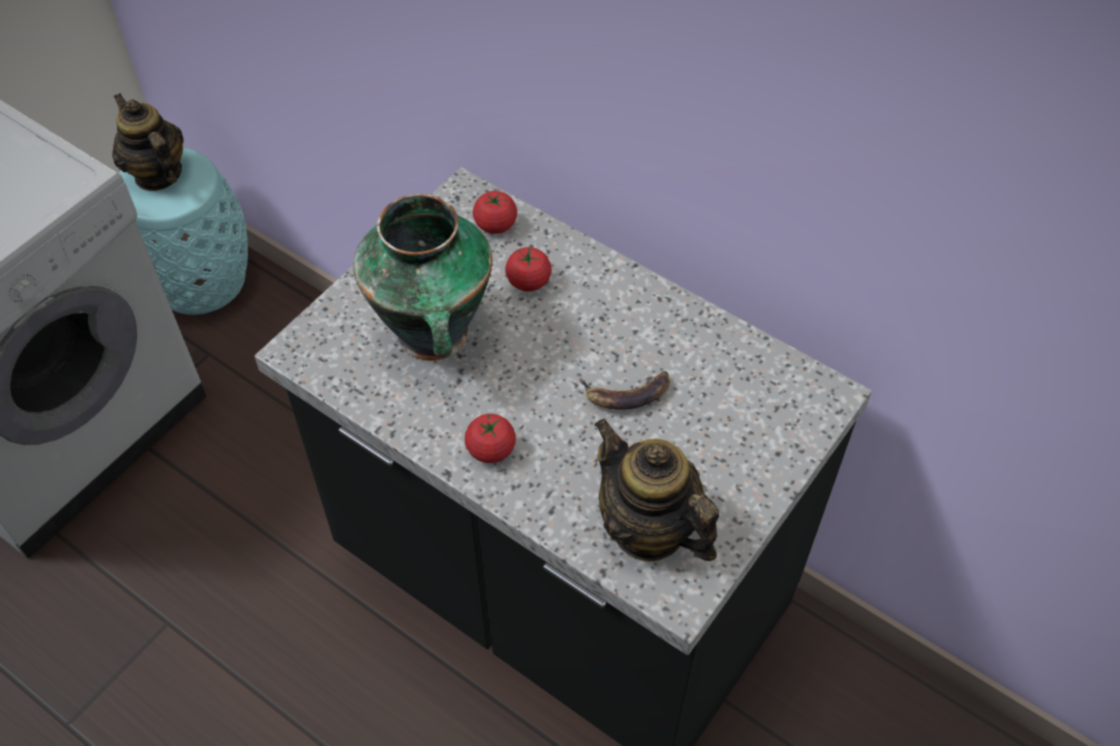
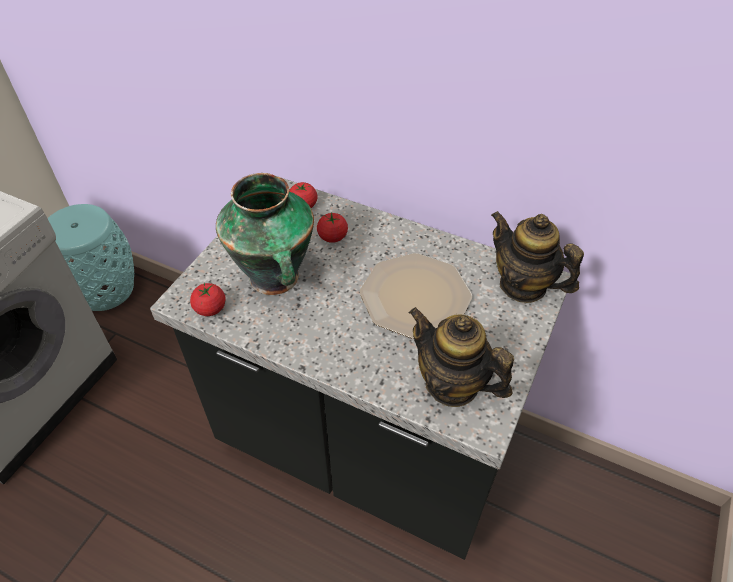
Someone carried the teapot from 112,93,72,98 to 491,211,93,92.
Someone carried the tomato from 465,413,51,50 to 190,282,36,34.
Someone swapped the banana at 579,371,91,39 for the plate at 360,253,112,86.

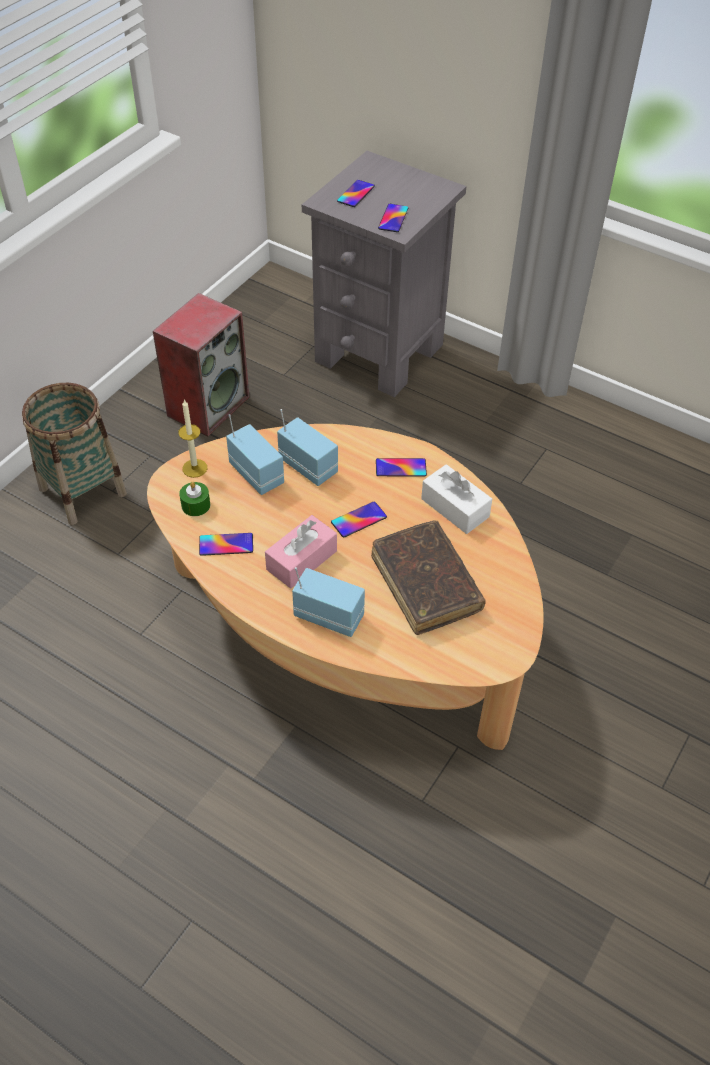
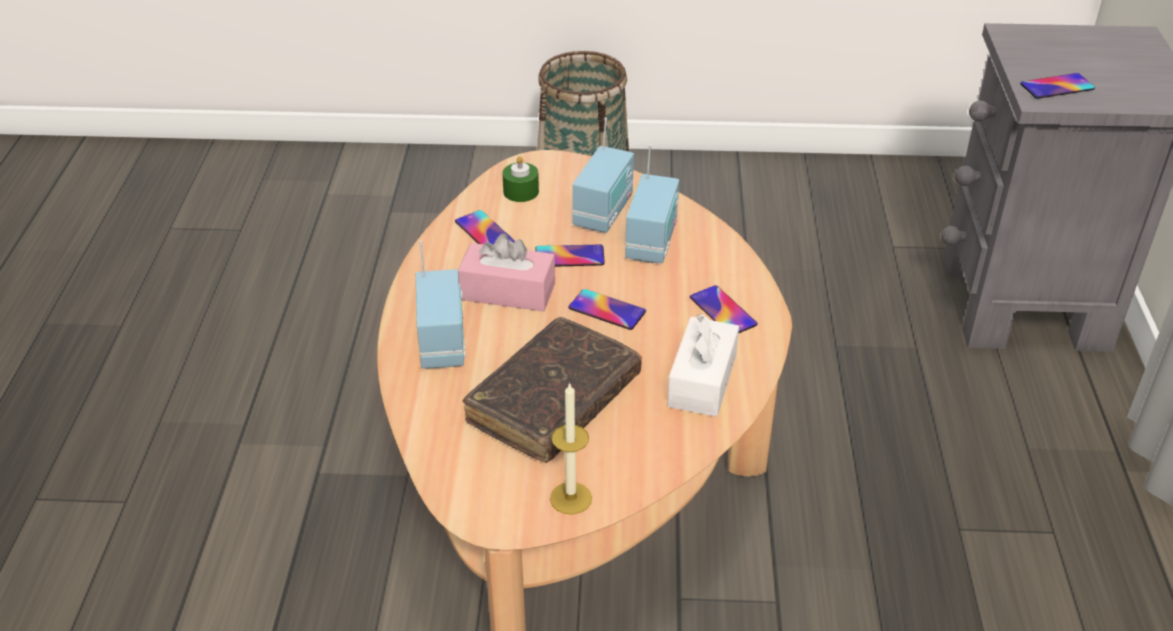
Someone took away the speaker at 153,293,97,143.
Someone carried the candle from 178,399,29,79 to 550,383,42,132.
Someone carried the phone from 337,180,38,27 to 535,245,70,21.

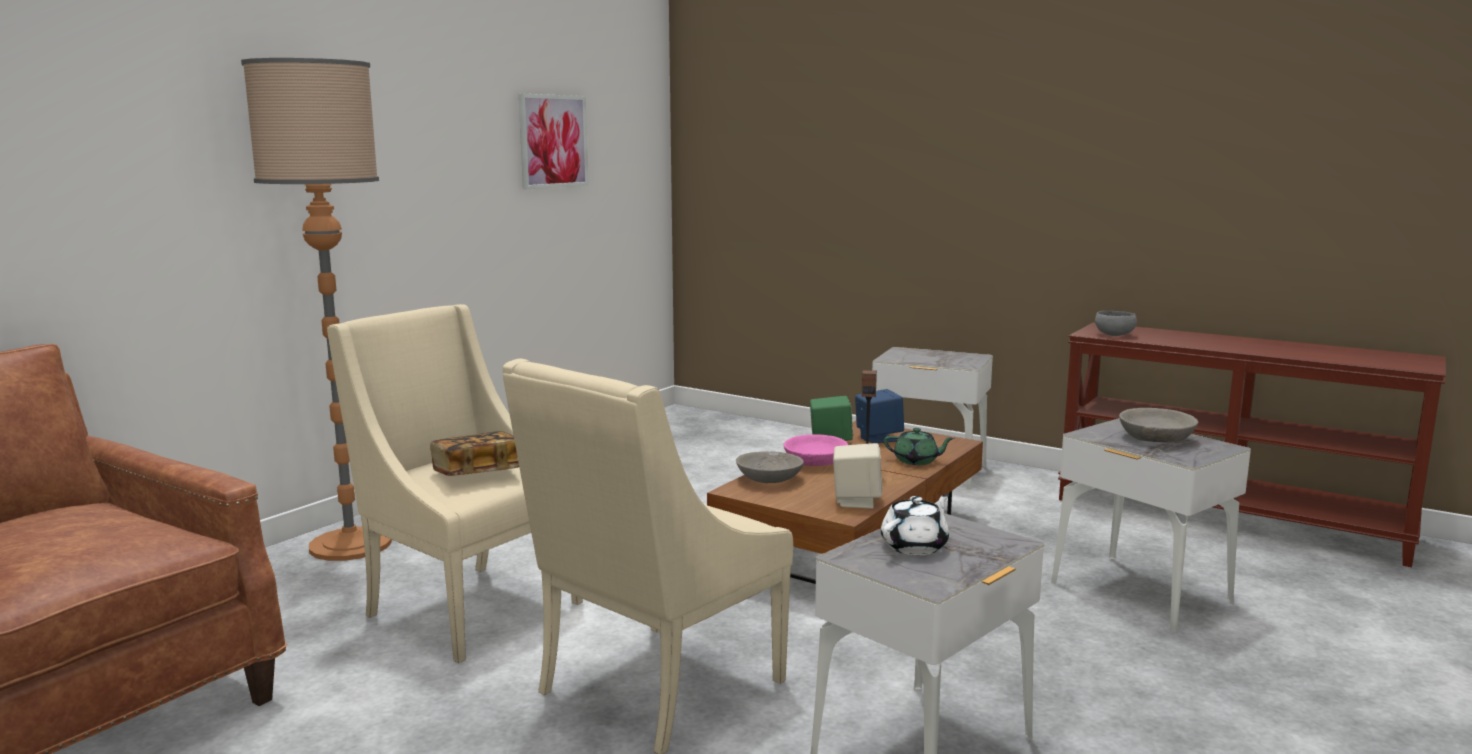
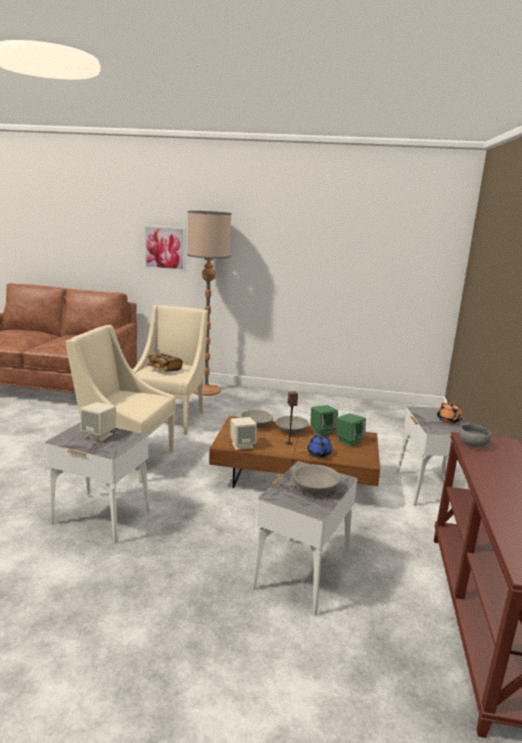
Someone put down the orange teapot at 437,402,25,22.
Someone carried the picture from 519,94,70,95 to 144,225,42,46.
Someone swapped the white teapot at 881,494,68,61 for the beige speaker at 80,402,36,39.
Someone repainted the pink bowl at 784,434,64,32, which became the grey bowl at 275,416,34,19.
Someone repainted the blue speaker at 855,389,49,54, which became the green speaker at 336,413,30,33.
Someone repainted the green teapot at 884,428,70,37, which became the blue teapot at 308,435,24,22.

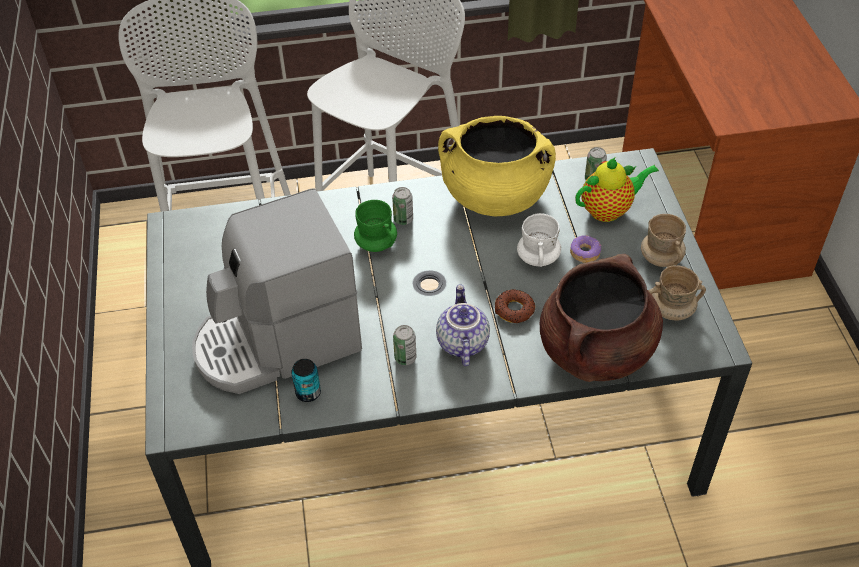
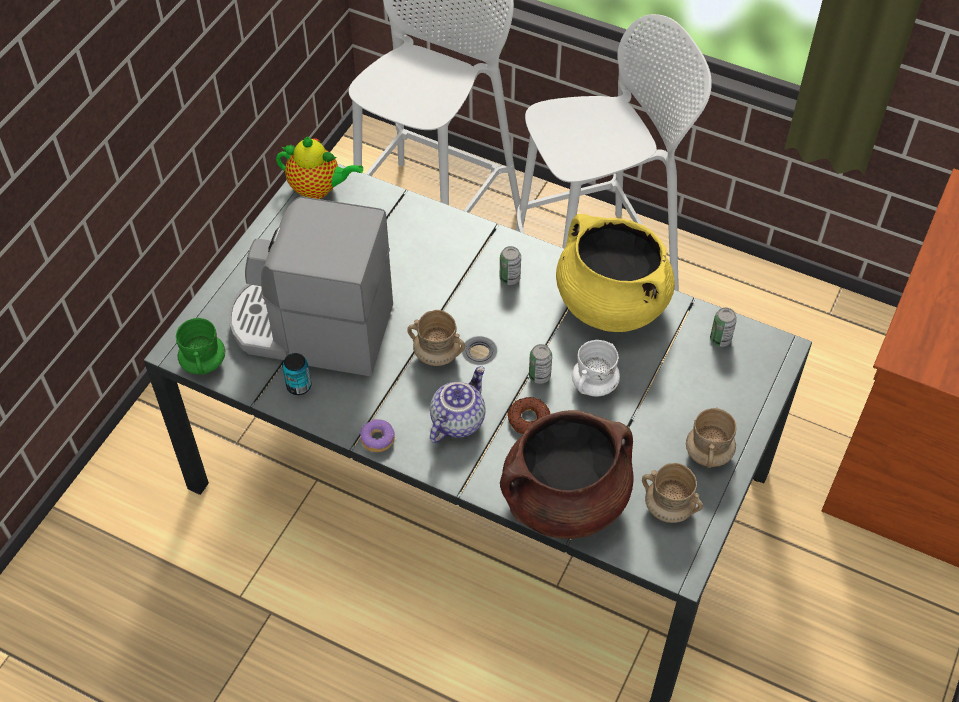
Someone put down the beige mug at 407,310,58,56.
Someone carried the green mug from 354,200,43,52 to 176,318,49,57.
Someone carried the can from 393,325,23,40 to 529,344,23,40.
Someone carried the donut from 570,235,31,28 to 360,419,35,33.
Someone carried the teapot from 575,158,84,64 to 276,137,87,62.

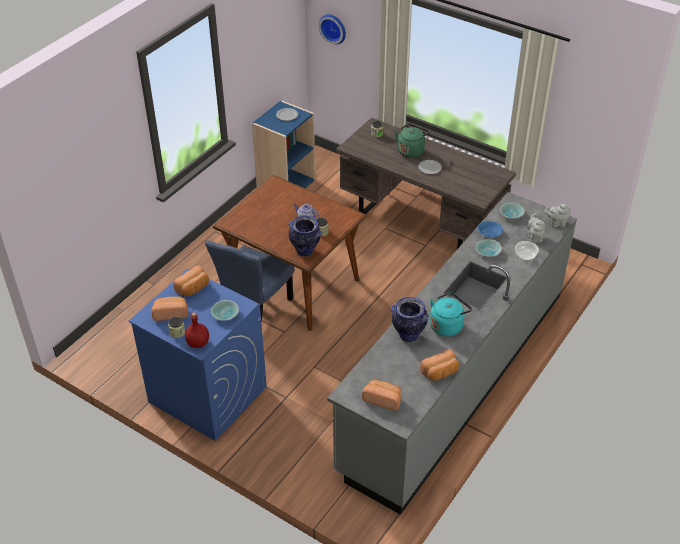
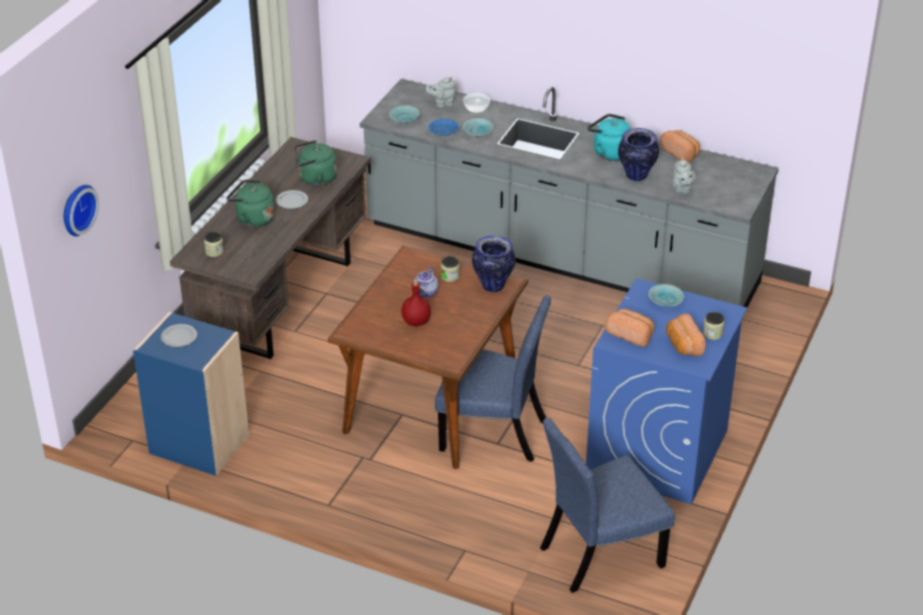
Someone took away the bread at 362,380,40,31.
Someone put down the green kettle at 295,140,42,46.
Someone put down the blue chair at 540,418,135,175.
Someone carried the red bottle from 185,313,24,35 to 401,279,30,47.
Someone carried the grey teapot from 544,204,27,23 to 673,158,23,36.

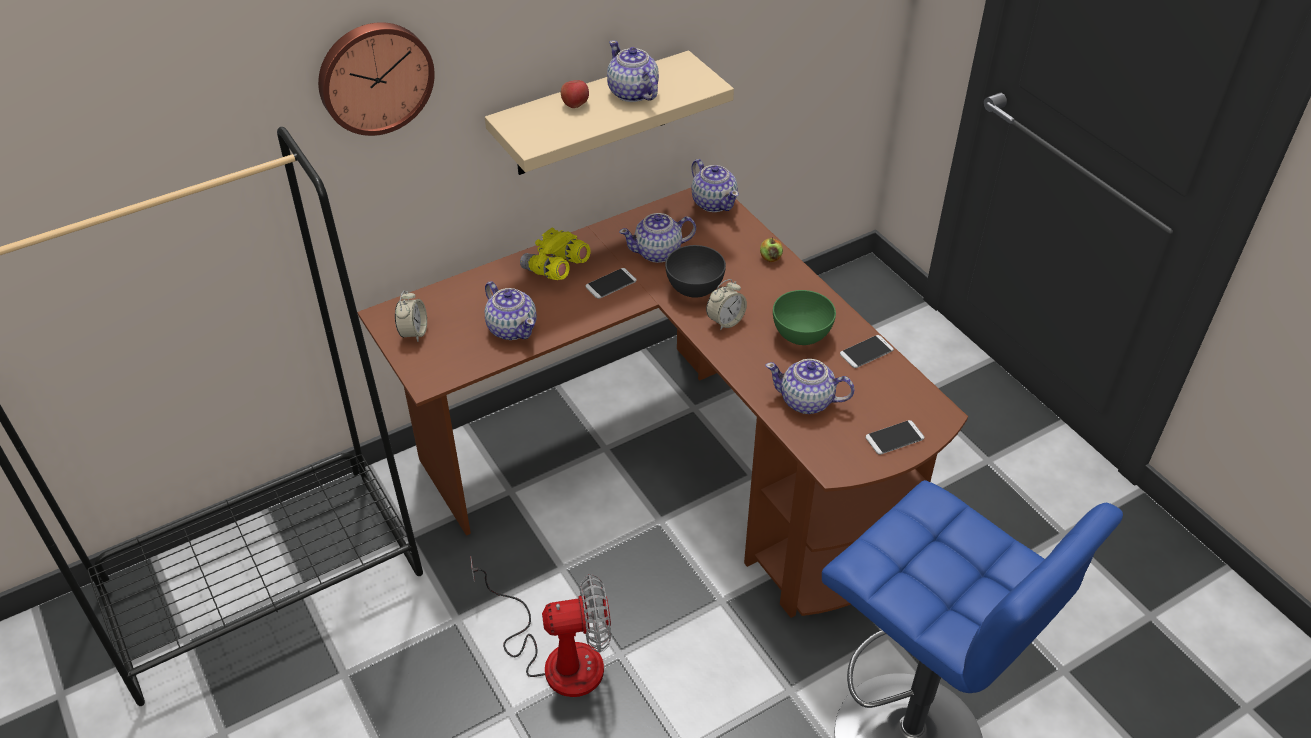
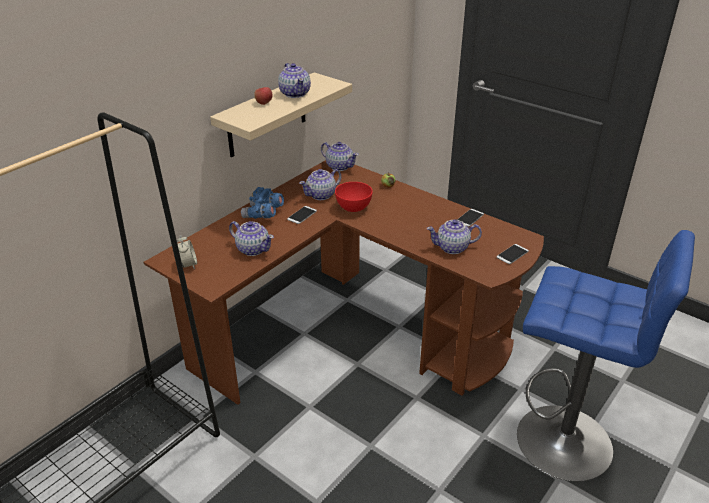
Someone took away the wall clock at 318,22,117,114.
Someone took away the fan at 470,556,141,141.
Someone took away the alarm clock at 706,279,41,52.
Someone took away the green bowl at 773,290,63,55.
Someone repainted the yellow binoculars at 520,228,70,52, which became the blue binoculars at 241,187,43,32.
Someone repainted the grey bowl at 665,245,61,53, which became the red bowl at 335,182,38,30.
Someone rotated the teapot at 607,40,52,62 by 150 degrees counterclockwise.

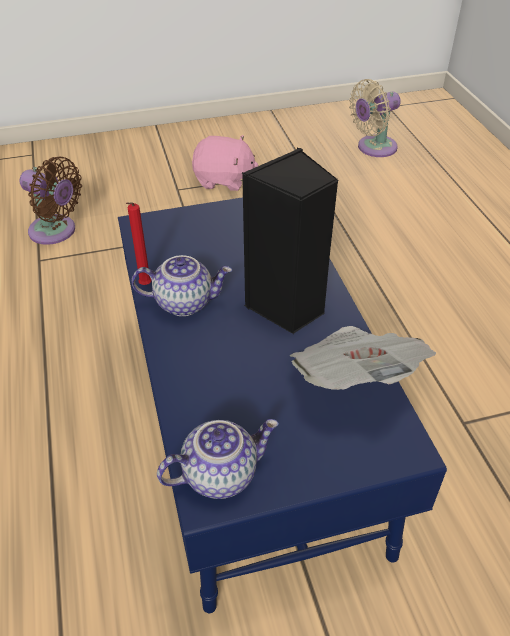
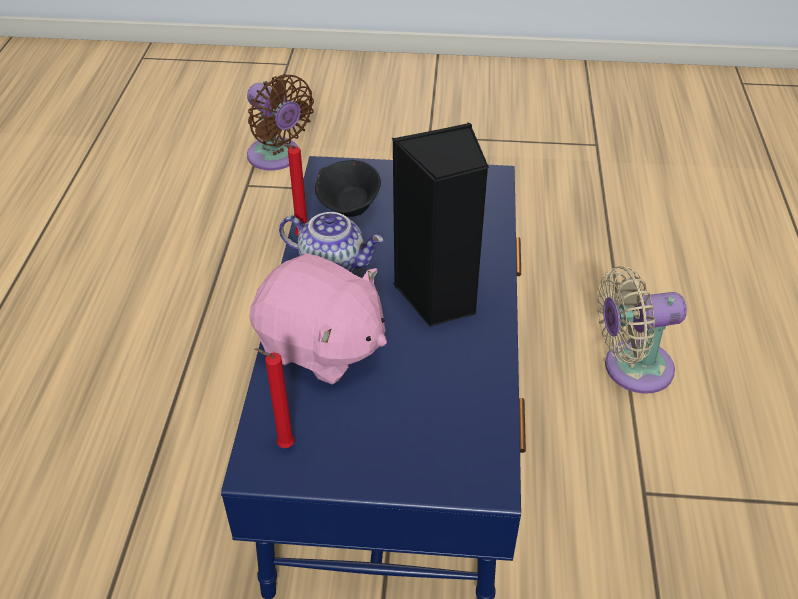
Someone took away the newspaper at 290,326,146,64.
Someone put down the black bowl at 315,160,66,57.
Someone carried the pink plush toy from 192,135,66,56 to 250,254,137,131.
Someone carried the beige fan from 349,79,52,78 to 597,266,90,128.
Someone swapped the teapot at 157,419,122,80 for the red candle at 254,348,41,100.

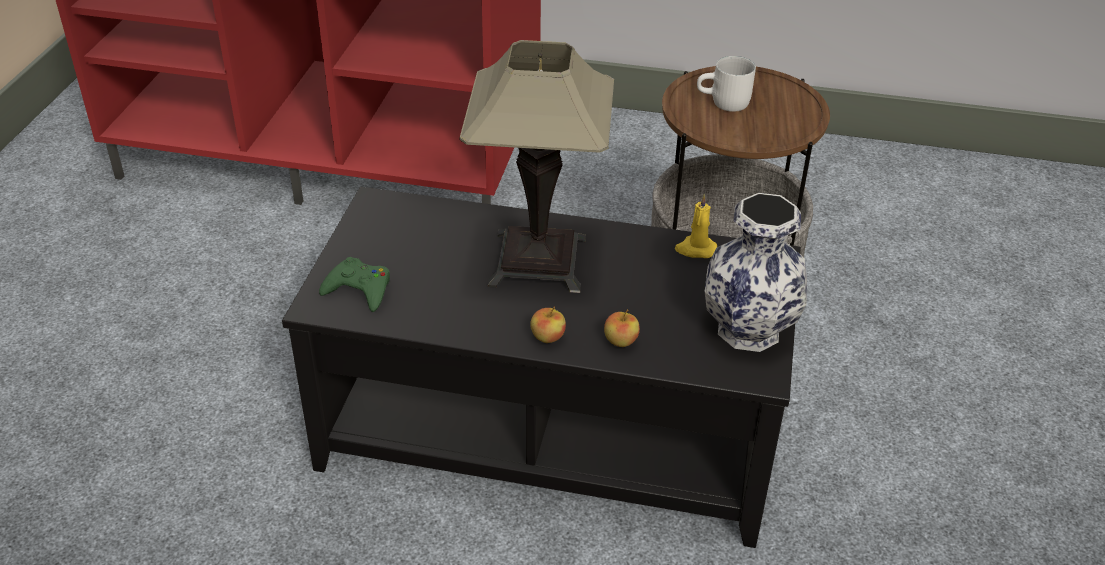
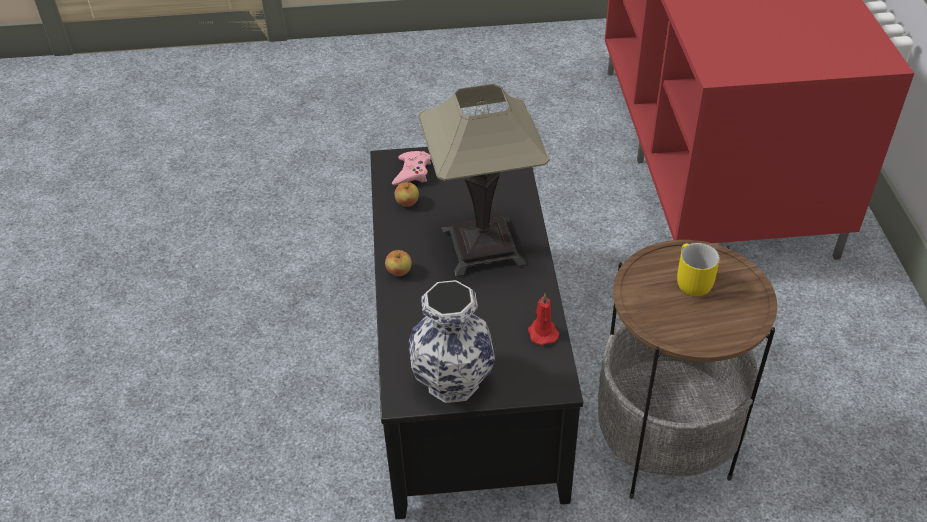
Someone carried the apple from 604,309,36,38 to 395,182,24,25.
Someone repainted the green game controller at 319,257,71,55, which became the pink game controller at 392,151,39,34.
Someone repainted the yellow candle at 675,194,42,64, which became the red candle at 528,294,32,51.
Someone repainted the white mug at 697,56,59,56, which became the yellow mug at 677,243,43,53.

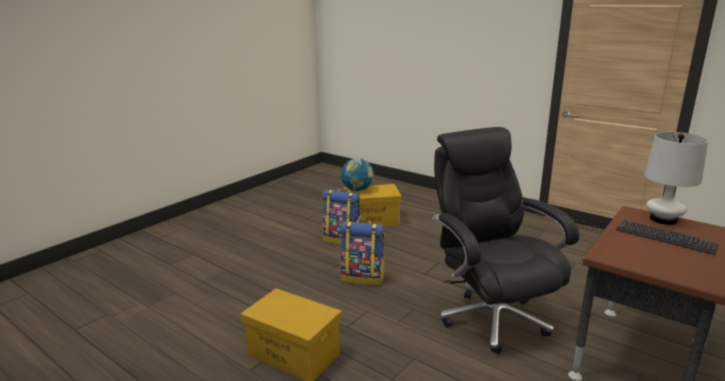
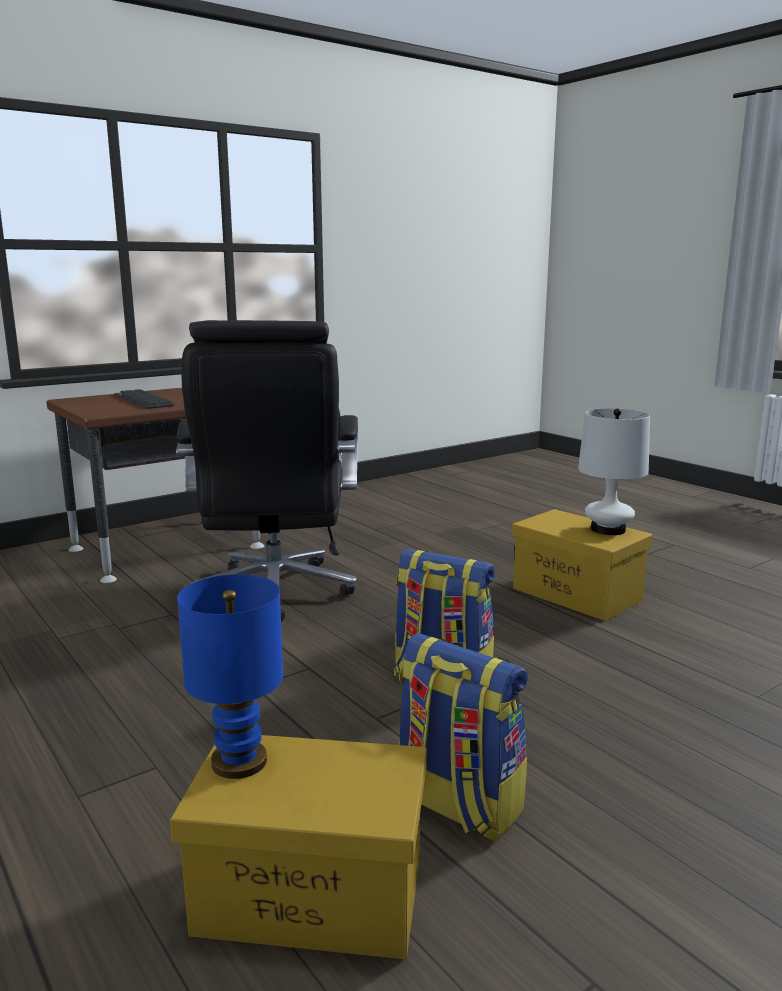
Someone took away the globe at 341,158,32,33.
Someone put down the blue table lamp at 177,574,106,205.
Someone carried the white table lamp from 644,132,64,93 to 578,408,72,127.

